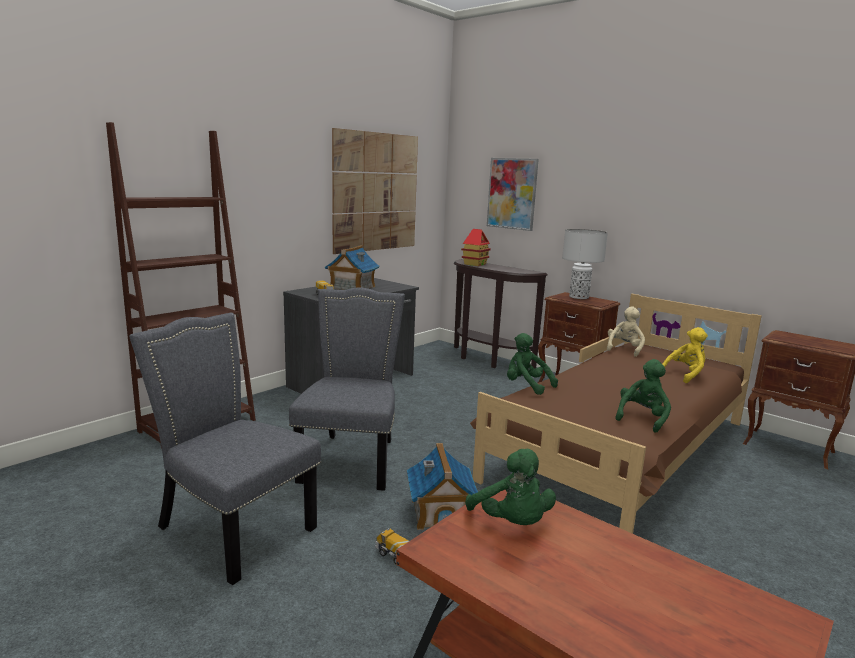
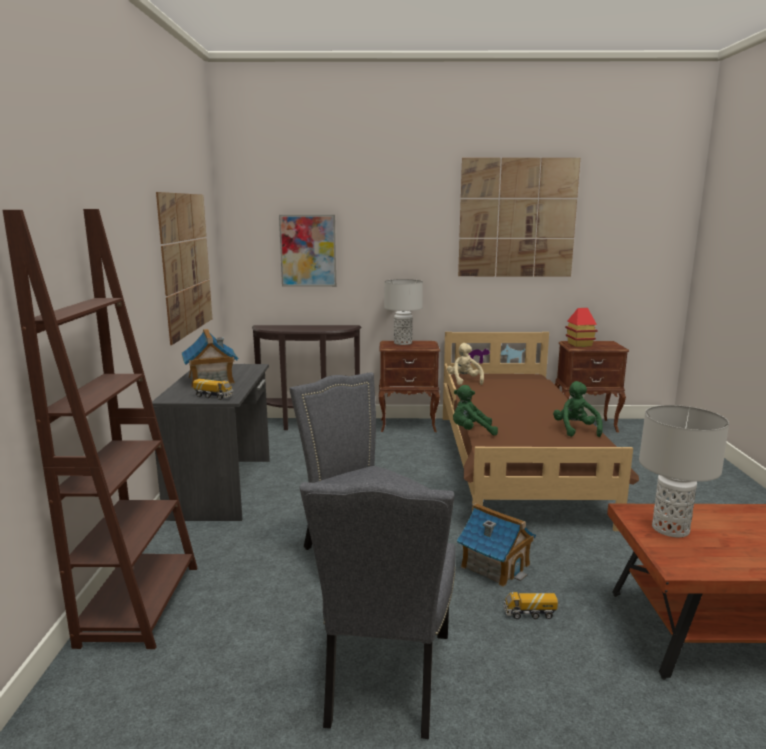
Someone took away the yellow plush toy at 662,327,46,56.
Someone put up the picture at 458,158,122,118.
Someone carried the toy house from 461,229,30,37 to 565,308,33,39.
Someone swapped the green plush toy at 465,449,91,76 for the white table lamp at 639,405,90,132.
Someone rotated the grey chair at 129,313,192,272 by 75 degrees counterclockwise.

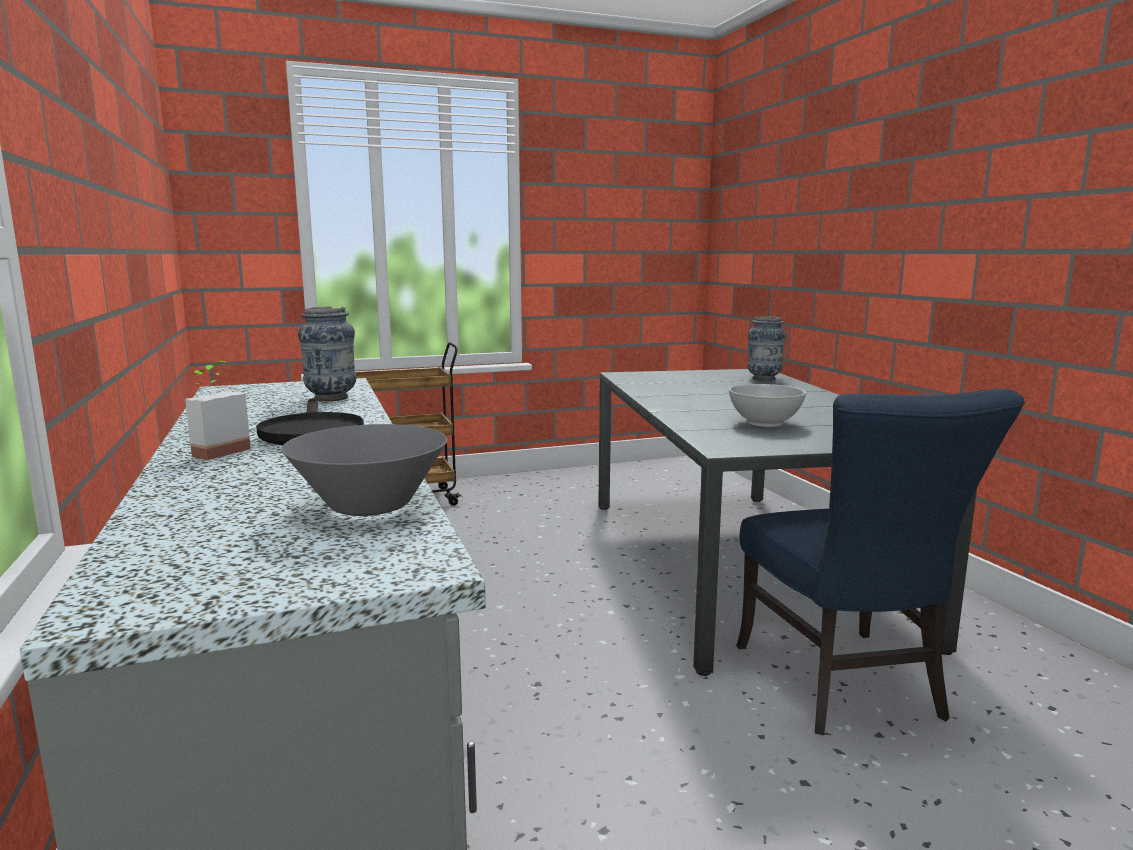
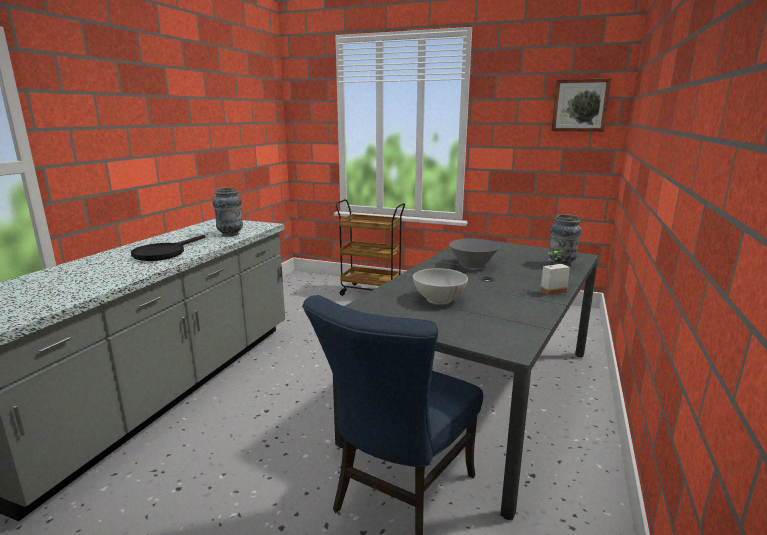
Someone put up the picture at 551,78,60,54.
Someone carried the potted plant from 185,361,66,99 to 540,250,30,46.
Someone carried the grey bowl from 281,424,167,92 to 449,239,51,29.

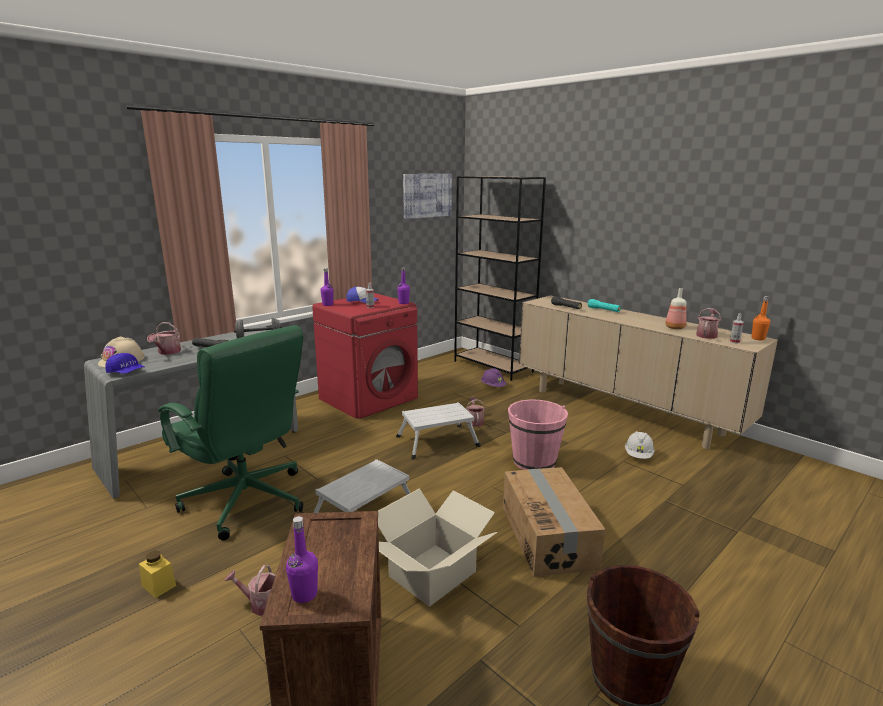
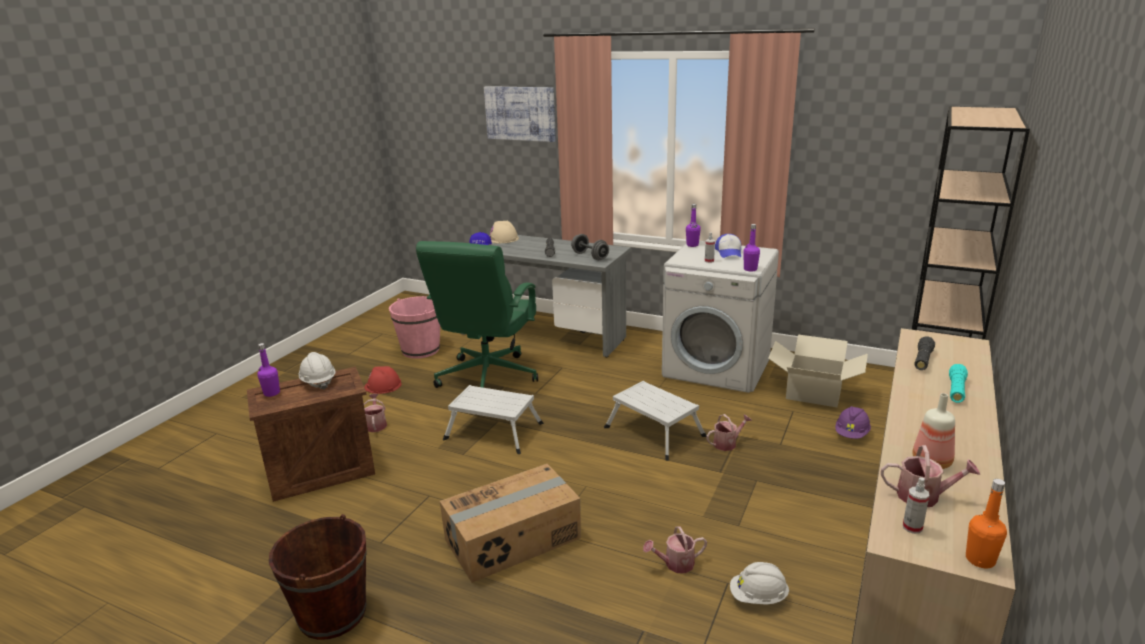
Someone put down the white hard hat at 299,352,37,38.
Someone carried the watering can from 147,322,34,33 to 643,526,64,47.
Someone carried the cardboard box from 378,489,119,118 to 768,335,100,72.
Someone carried the picture from 403,174,49,45 to 484,86,72,56.
Someone carried the pink bucket from 508,399,60,71 to 389,296,51,63.
Someone swapped the yellow jar at 139,551,37,47 for the red hard hat at 364,366,37,28.
Someone repainted the red washing machine at 312,293,106,126, which became the white washing machine at 662,241,117,152.

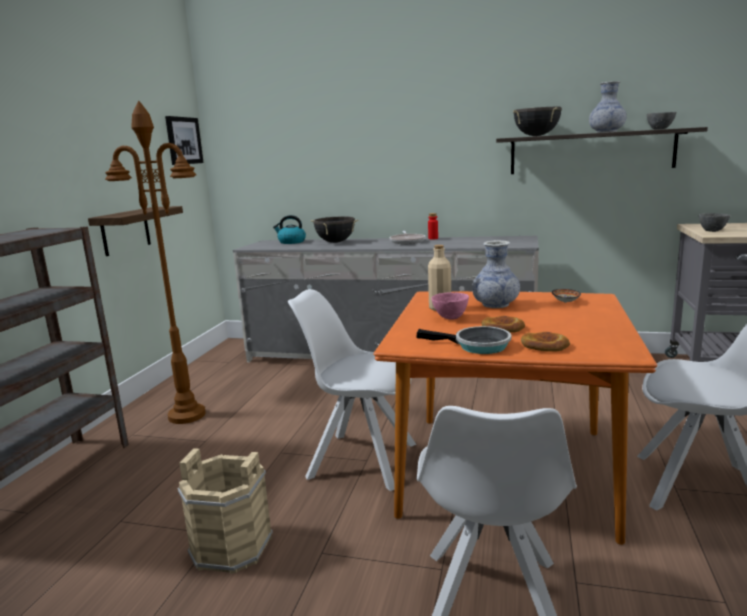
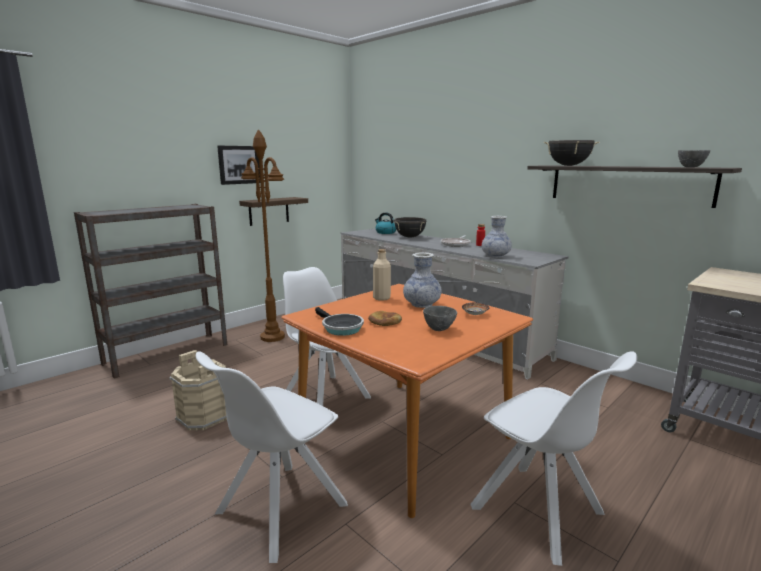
Someone took away the pink bowl at 431,292,38,28.
Someone took away the bread at 521,332,49,20.
Someone carried the picture from 165,116,39,49 to 217,146,43,39.
Someone carried the vase from 589,81,38,52 to 482,216,30,42.
Someone carried the grey bowl from 699,213,32,19 to 423,306,34,25.

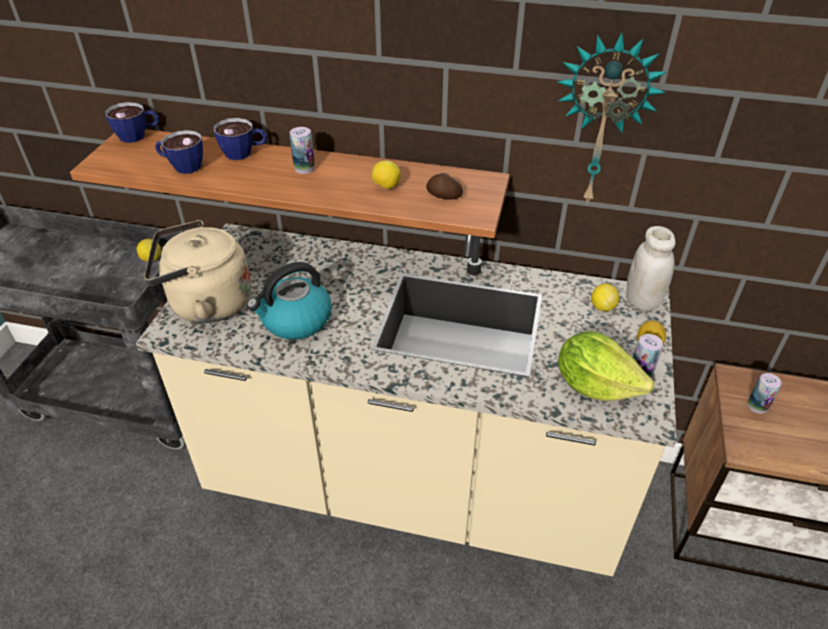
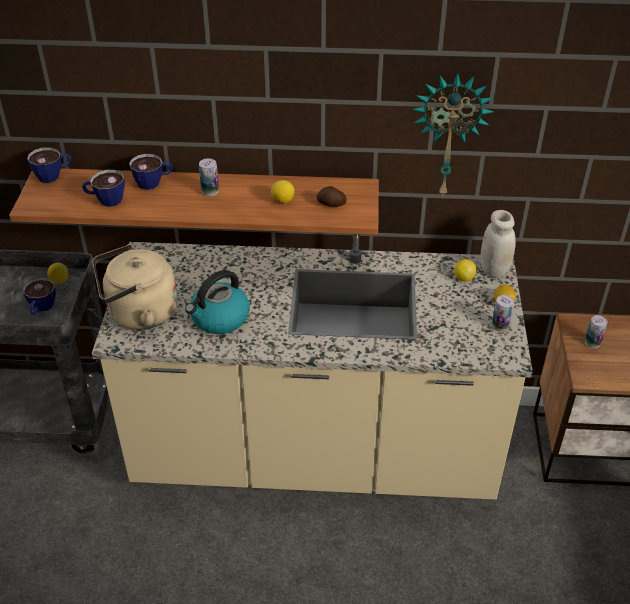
Someone took away the lettuce at 558,330,96,71.
Someone put down the cup at 23,278,33,37.

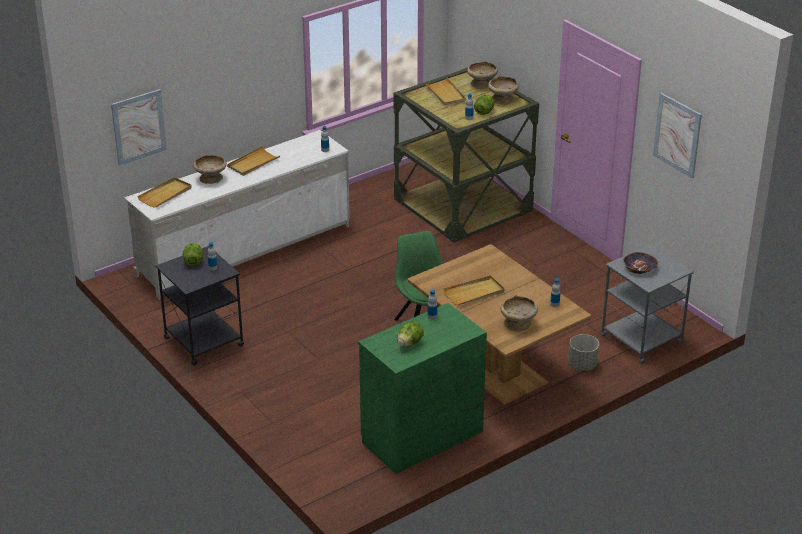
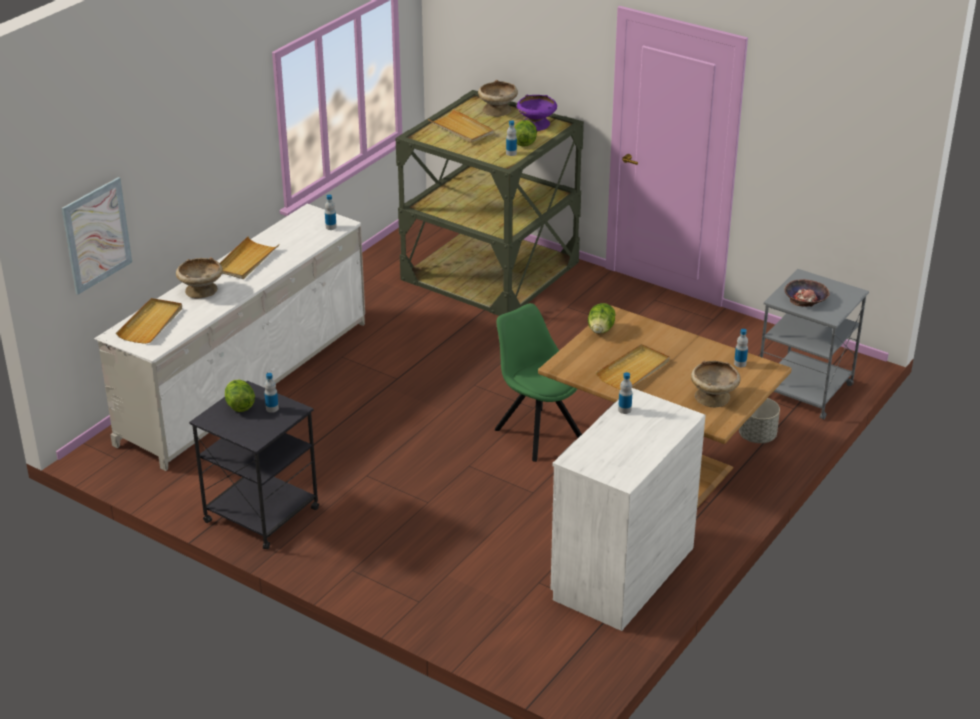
Someone took away the picture at 653,93,49,85.
Someone carried the lettuce from 397,321,27,26 to 588,303,28,31.
Someone repainted the green dresser at 358,303,129,172, which became the white dresser at 551,388,155,243.
Someone repainted the beige bowl at 488,76,31,29, which became the purple bowl at 517,94,40,37.

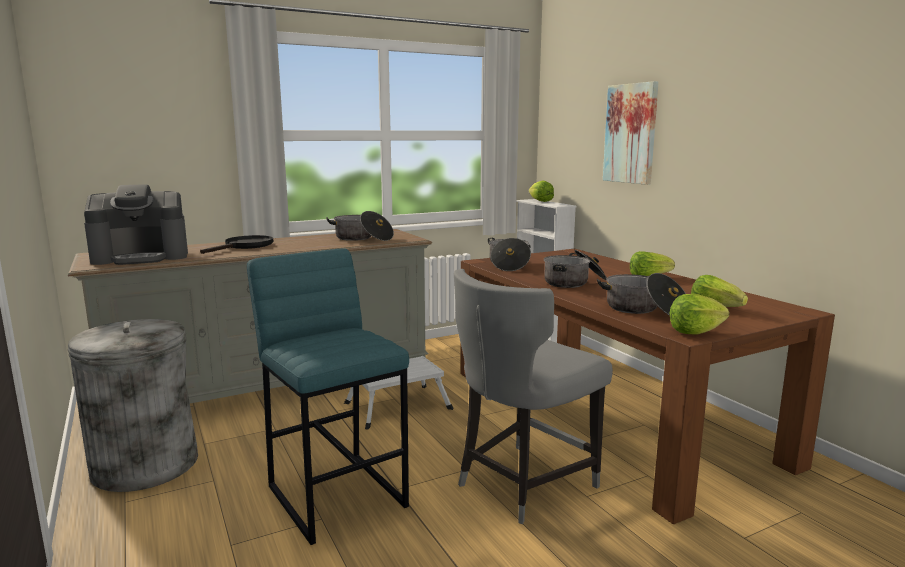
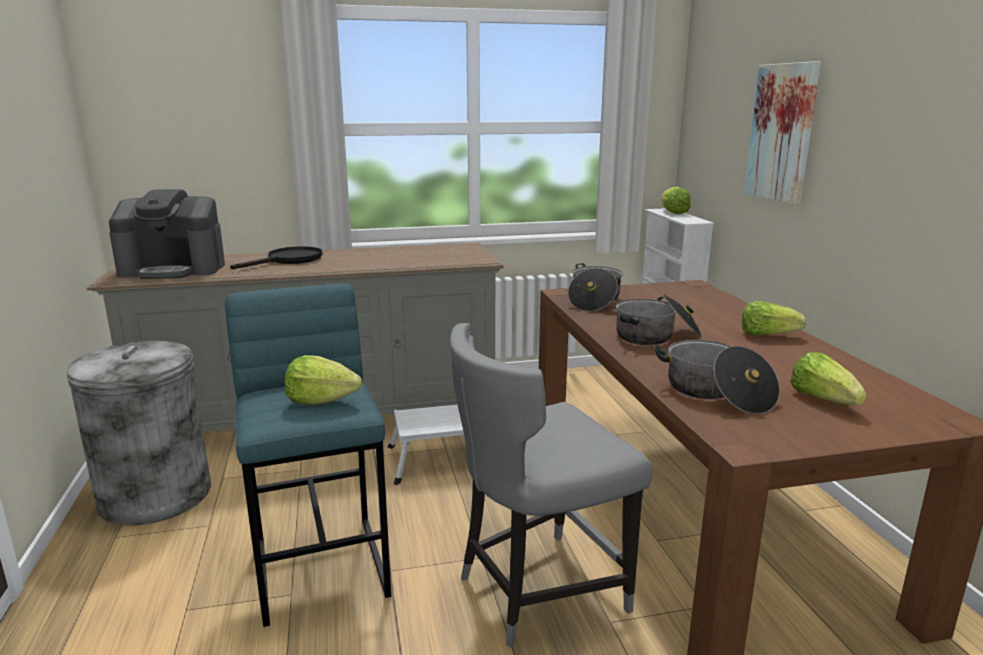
Someone took away the cooking pot at 326,211,68,30.
Someone carried the lettuce from 670,294,60,41 to 285,355,77,50.

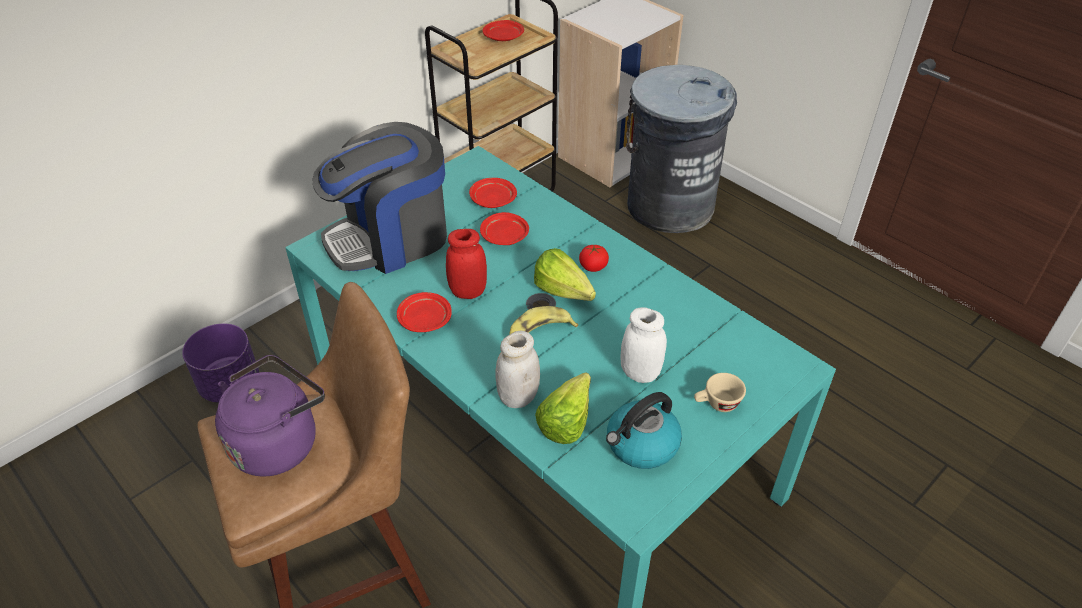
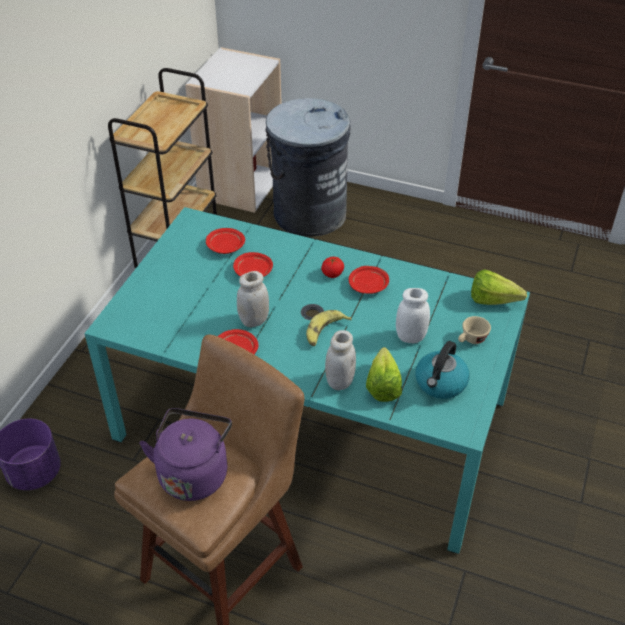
Someone took away the coffee machine at 313,122,134,152.
Someone carried the red plate from 482,20,42,21 to 349,266,40,28.
Someone carried the lettuce from 534,248,62,53 to 471,269,56,36.
Someone repainted the red jar at 446,229,41,70, which became the white jar at 237,271,32,56.

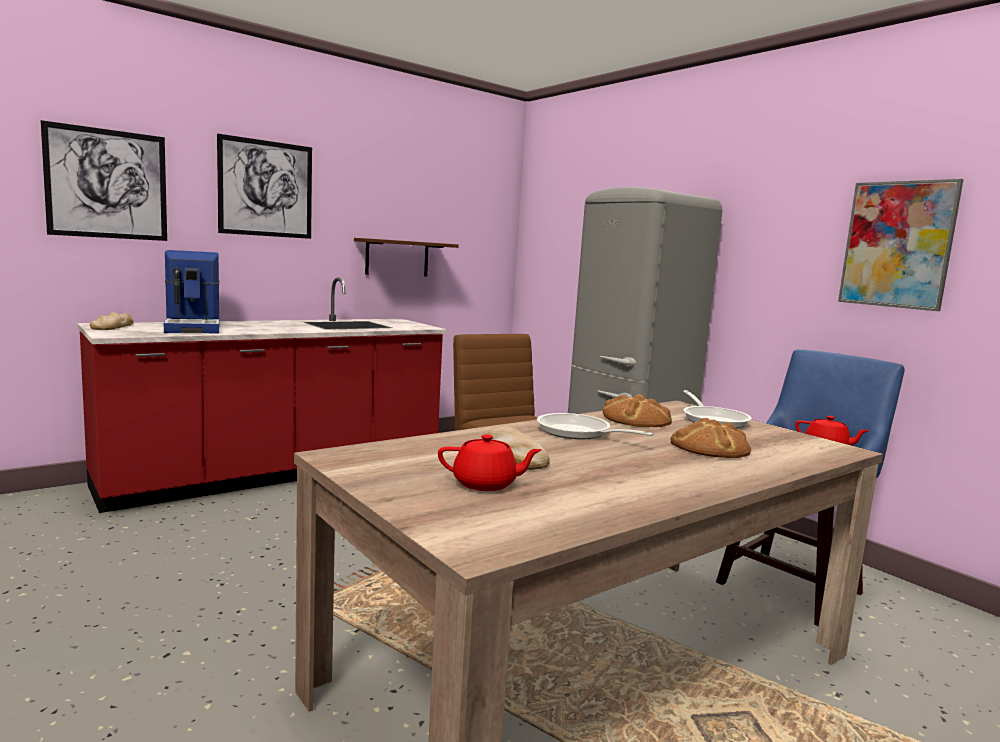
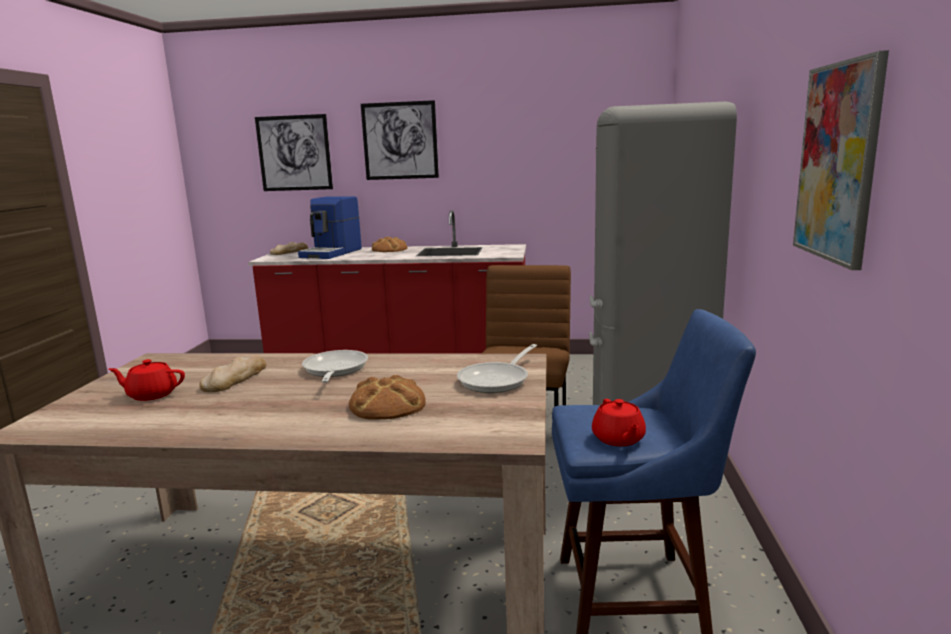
Someone took away the brown shelf at 354,238,105,38.
Someone carried the bread from 603,394,69,33 to 372,237,35,15.
Someone rotated the red teapot at 438,434,104,57 by 135 degrees clockwise.

